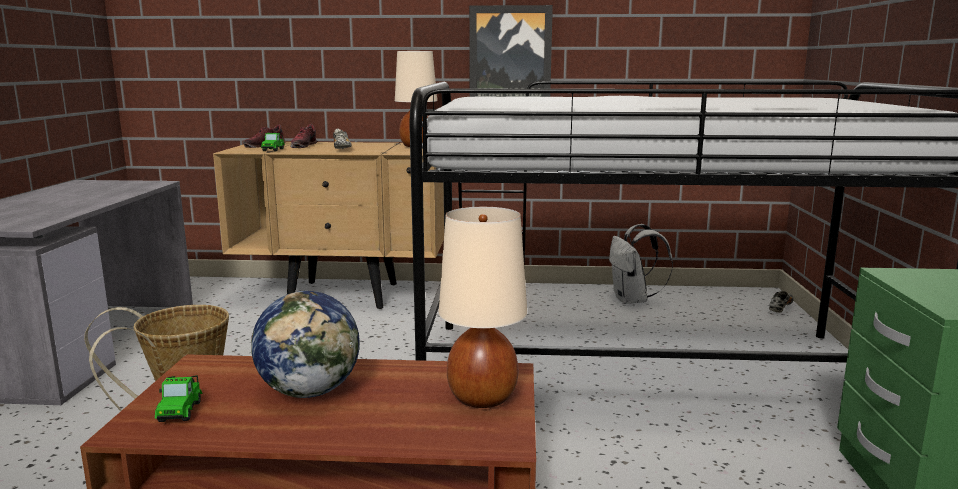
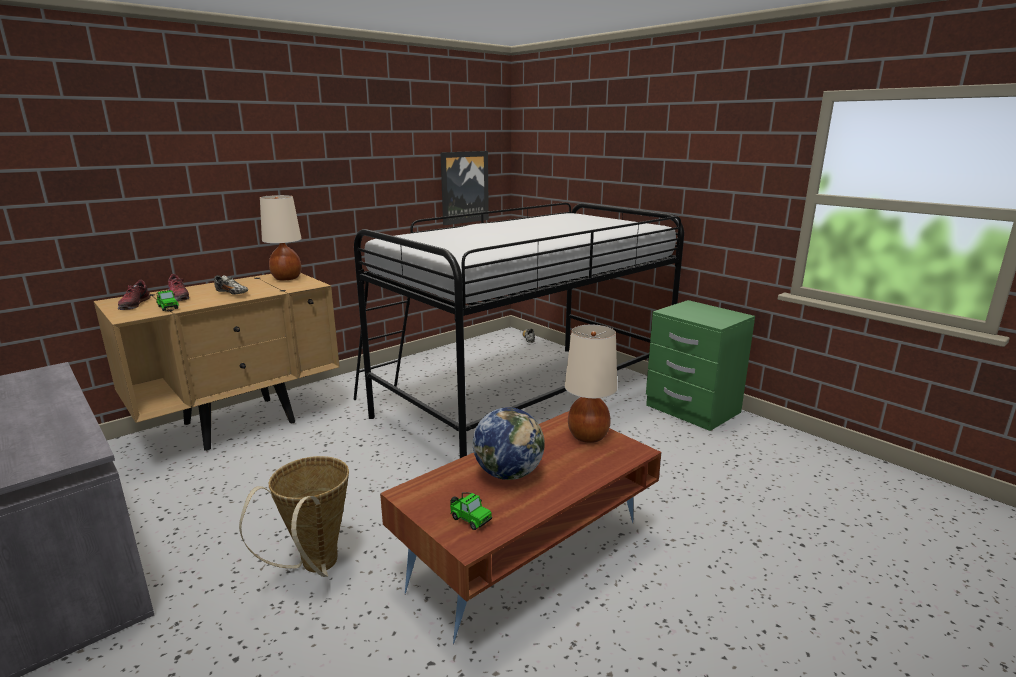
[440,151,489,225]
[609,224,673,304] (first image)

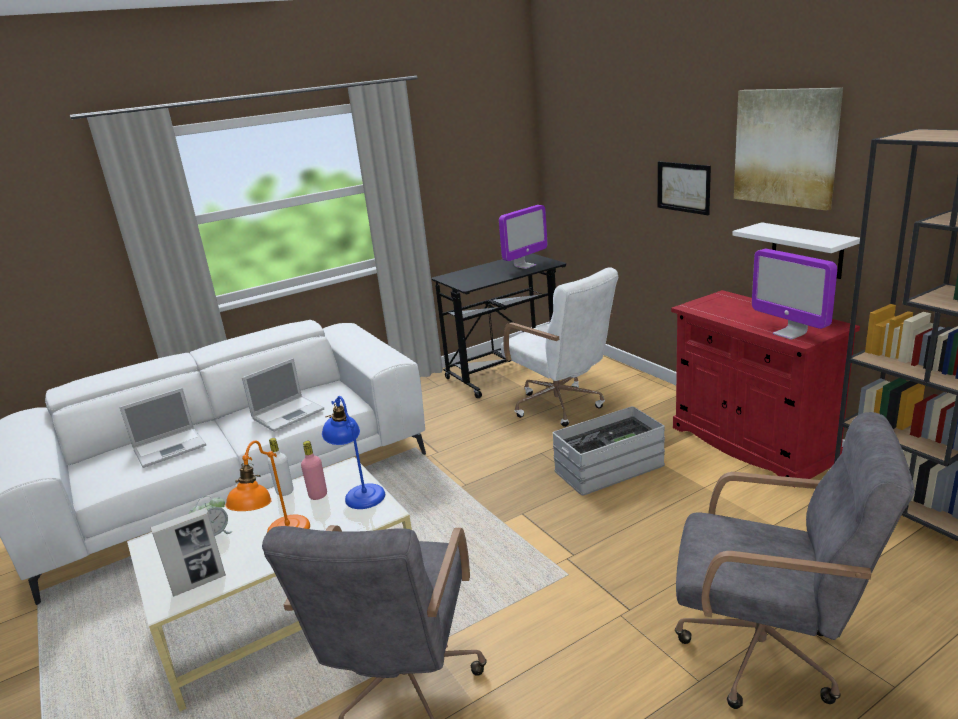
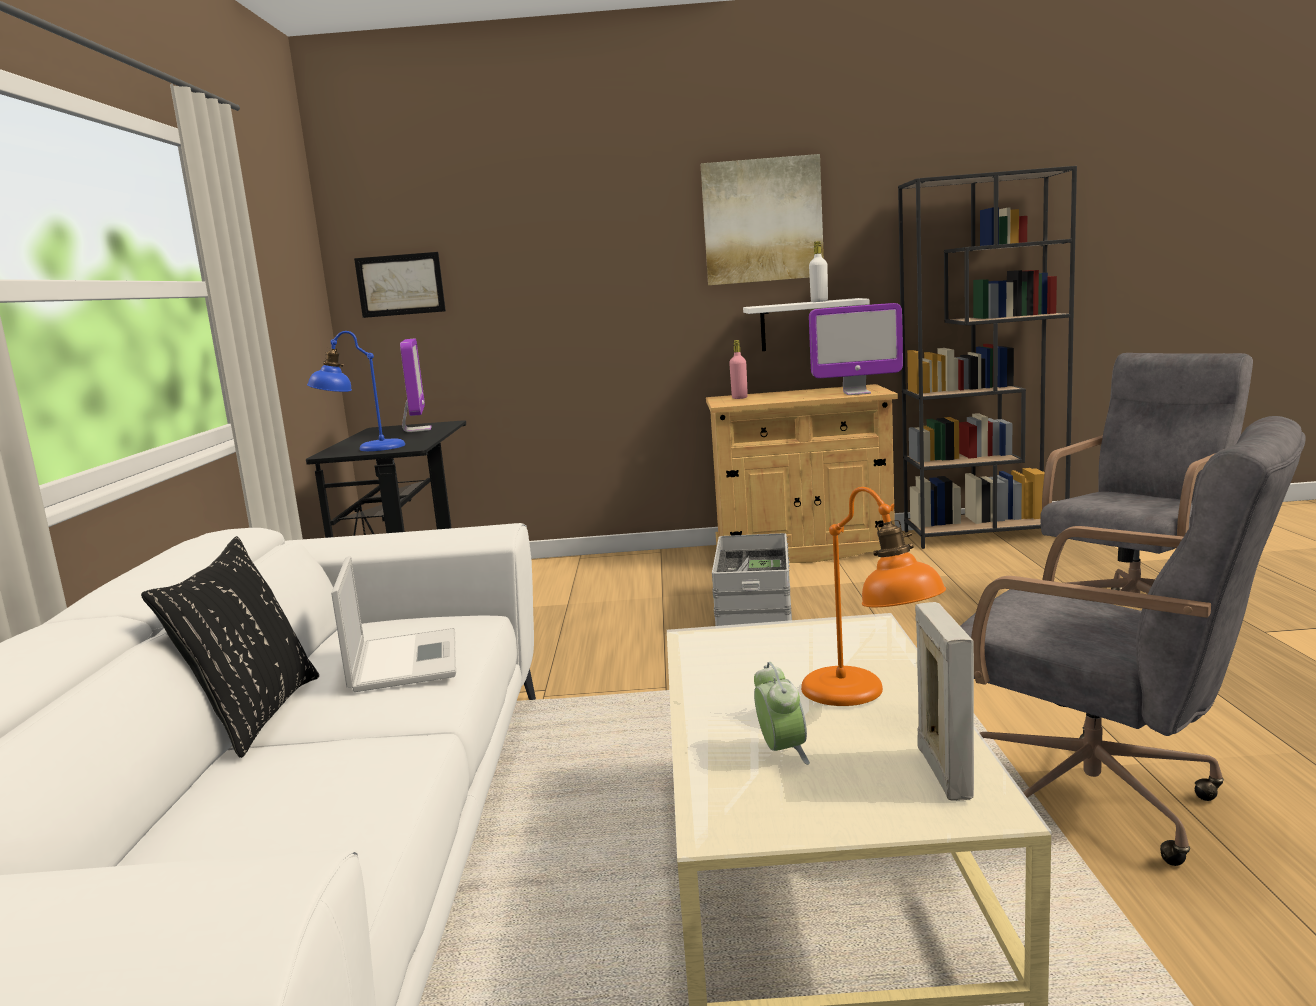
[354,252,446,318]
[501,267,618,427] (first image)
[706,384,898,563]
[119,388,206,468] (first image)
[307,331,405,451]
[809,241,828,302]
[729,340,748,399]
[141,536,319,758]

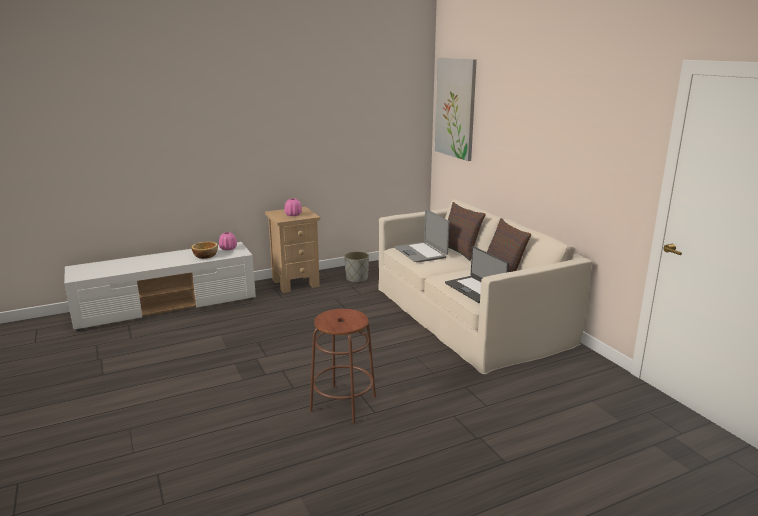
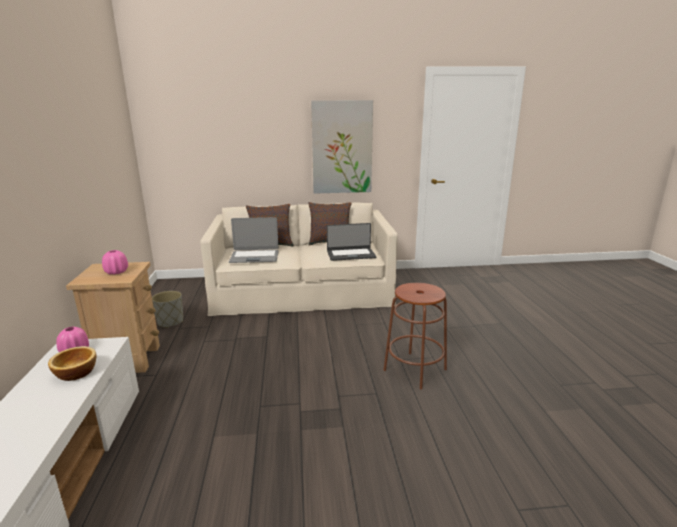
[311,100,373,194]

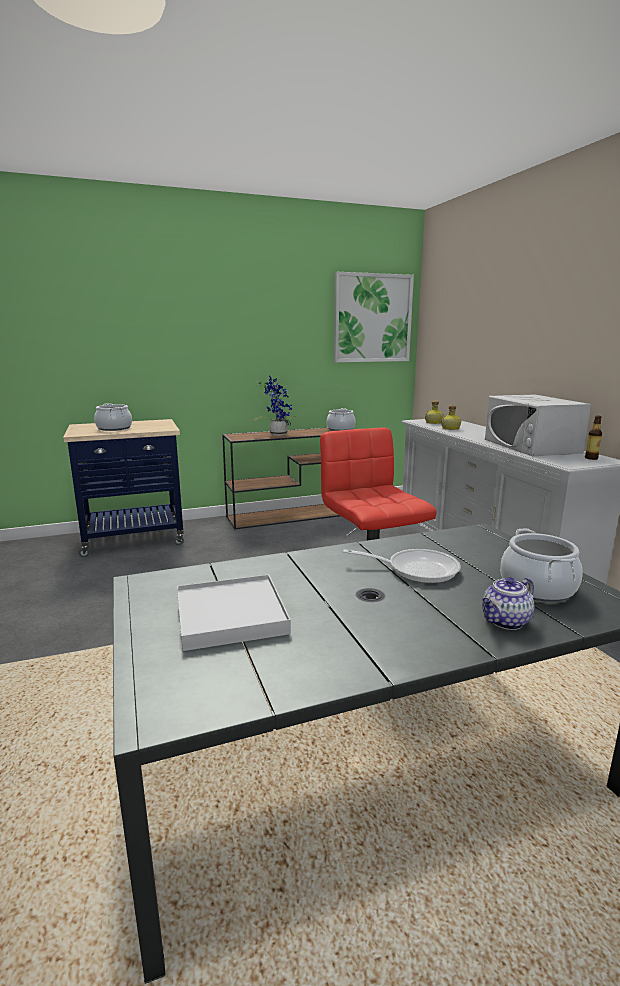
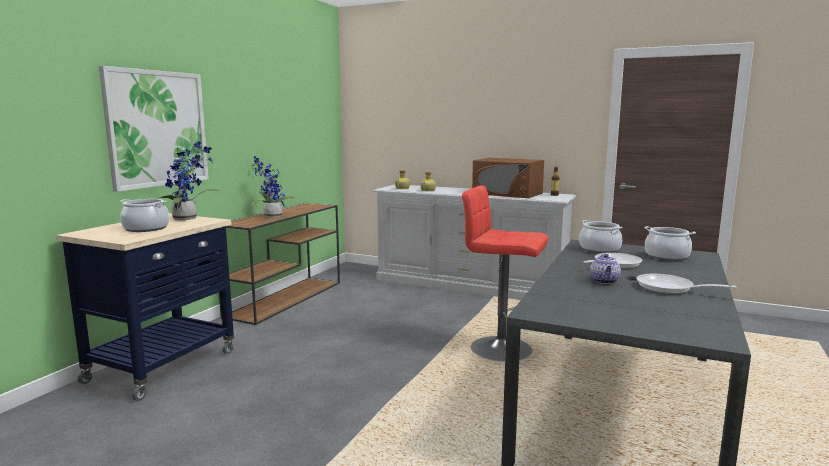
[99,66,209,192]
[472,158,544,198]
[579,220,623,253]
[177,574,291,651] (first image)
[590,254,621,284]
[160,141,220,221]
[637,274,737,294]

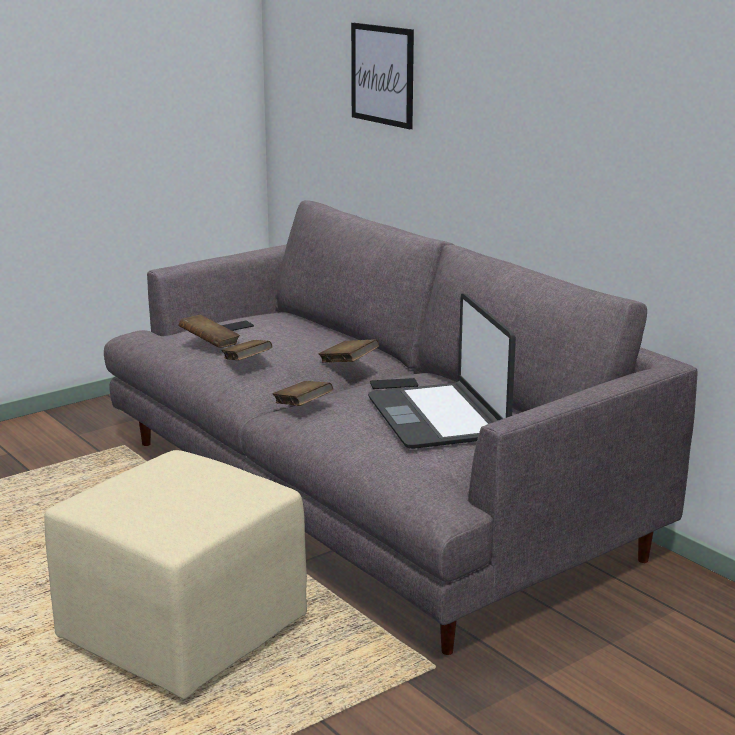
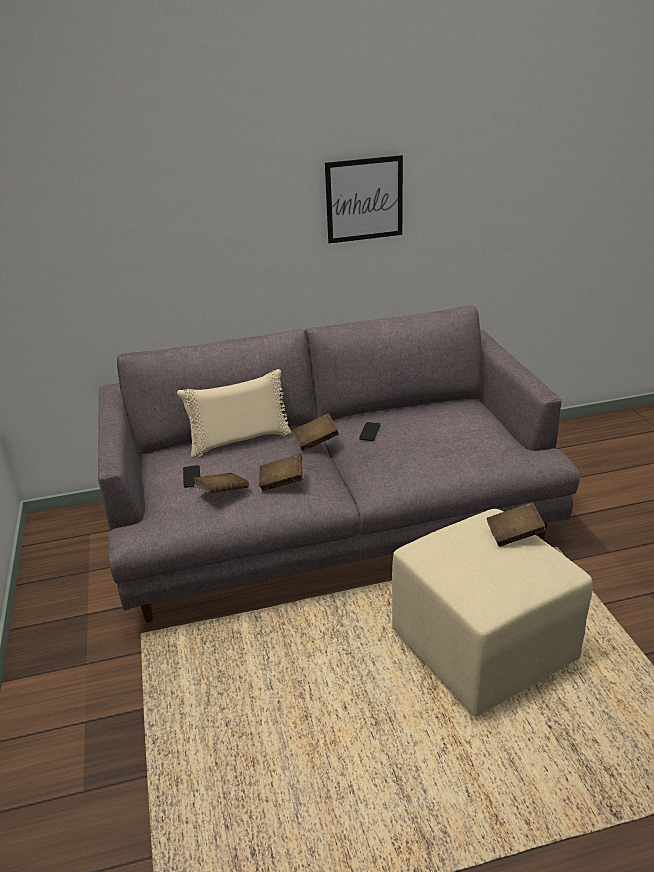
[325,155,403,243]
[368,293,516,449] (first image)
[487,502,546,547]
[177,369,292,458]

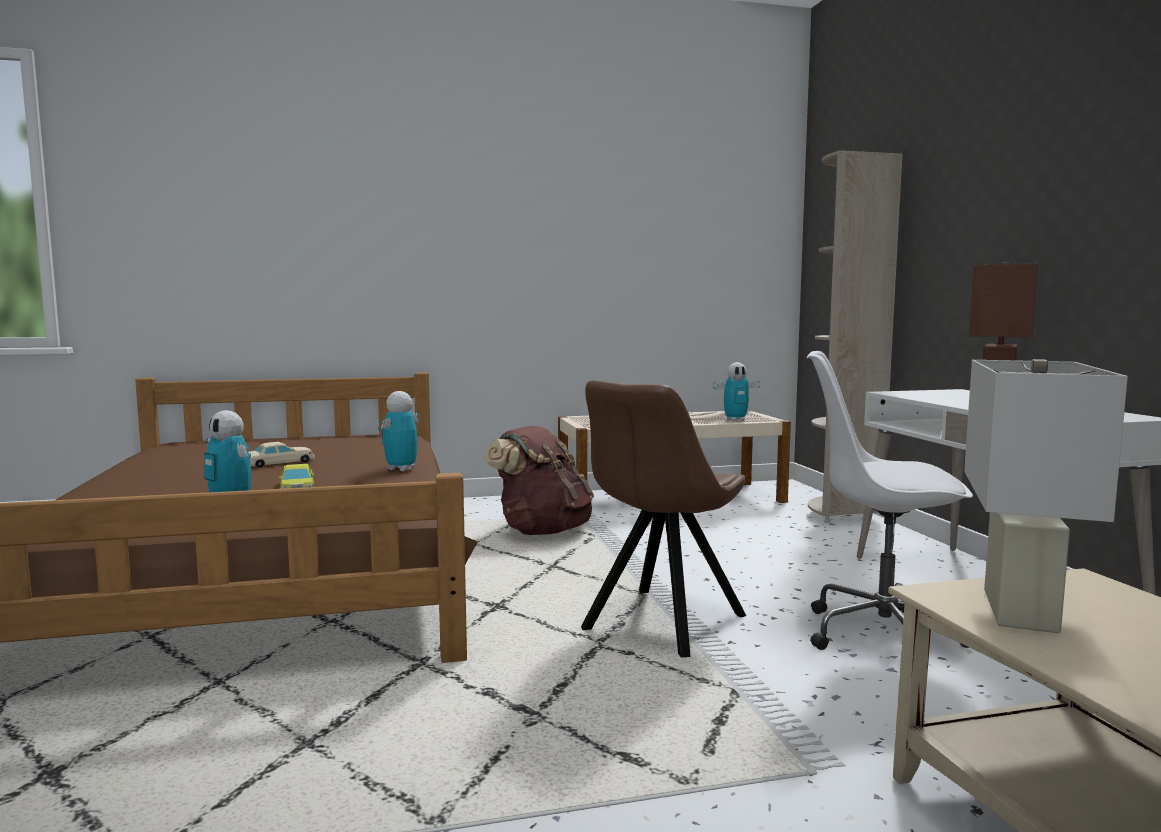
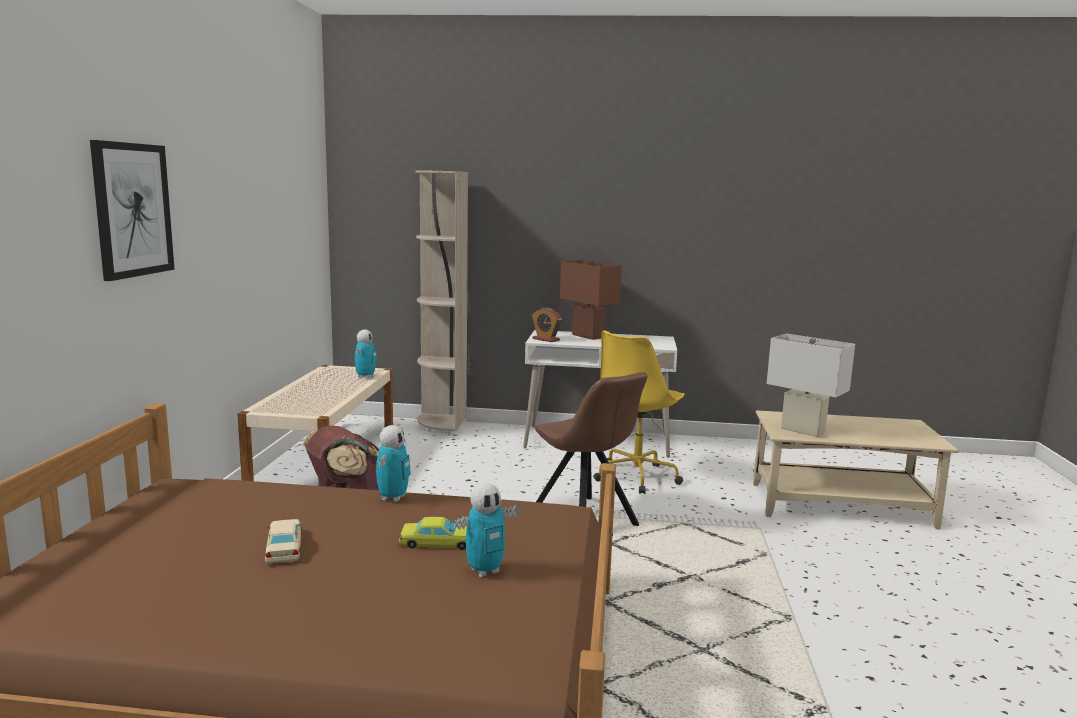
[593,331,685,494]
[376,425,411,502]
[90,140,175,281]
[532,307,562,342]

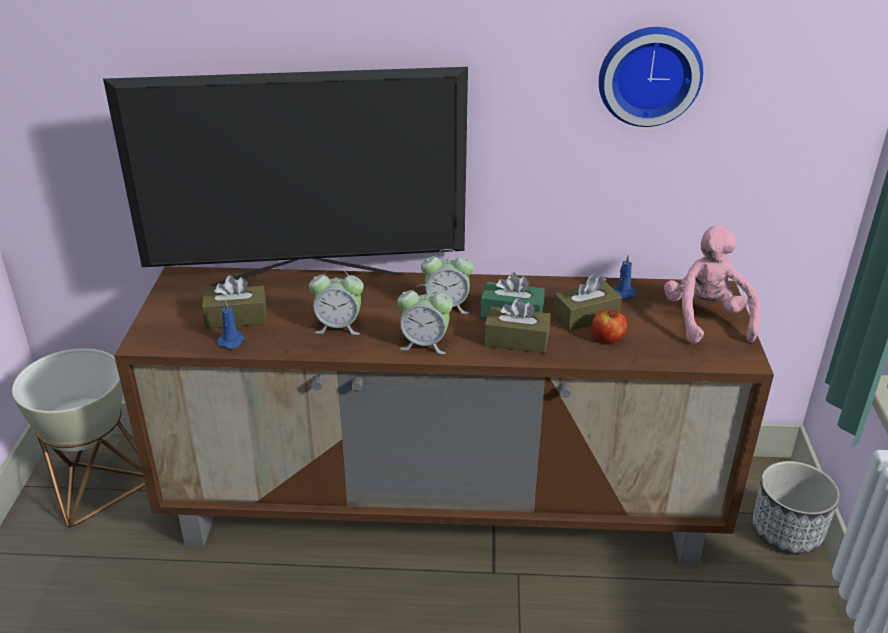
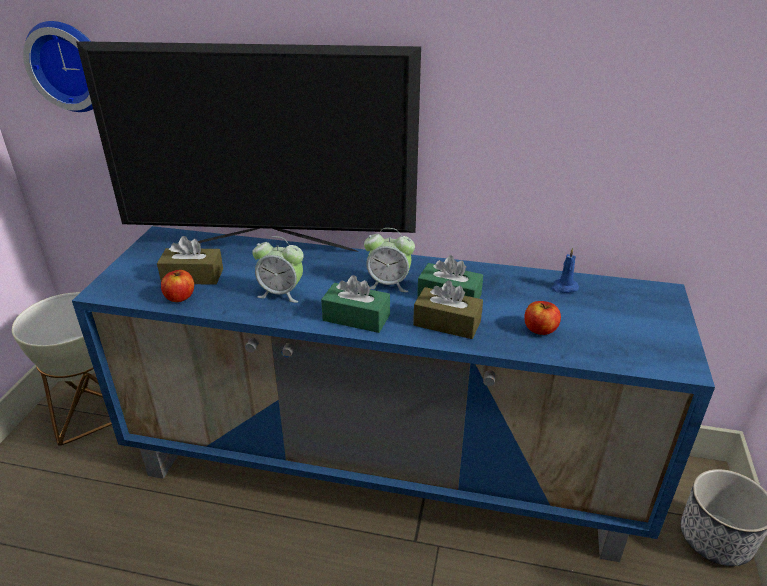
[23,21,93,112]
[664,225,761,344] (first image)
[72,226,715,562]
[553,275,622,331] (first image)
[321,275,390,333]
[161,270,194,302]

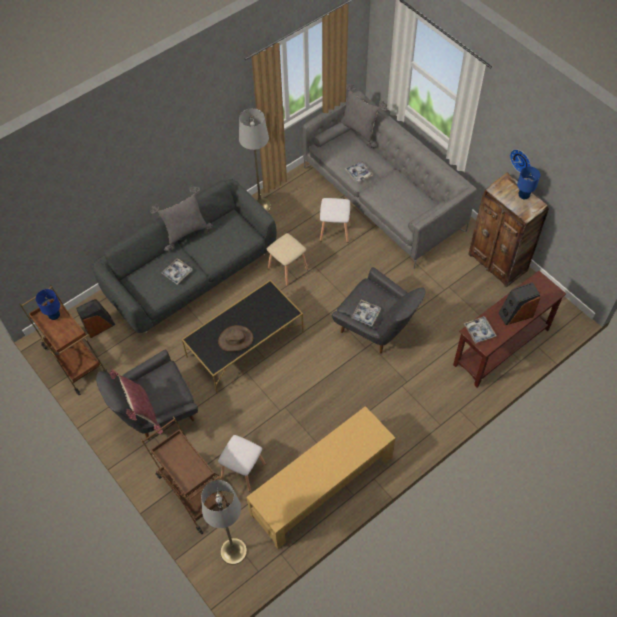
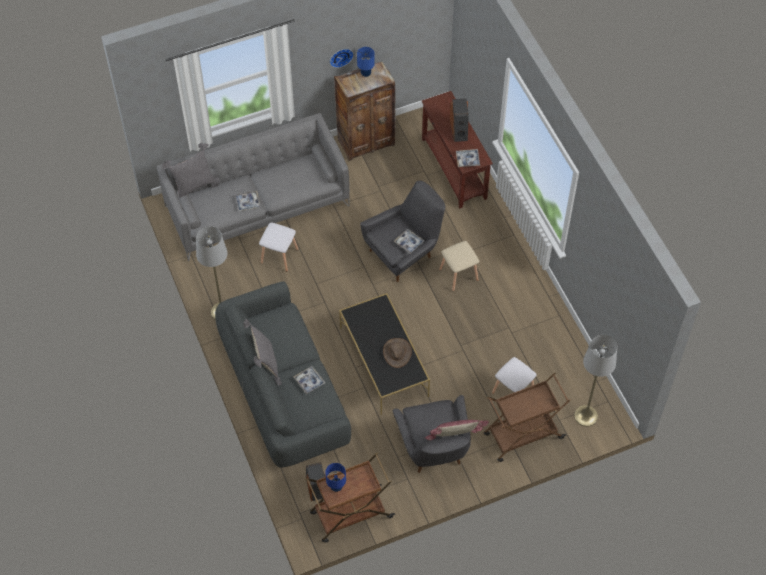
[439,241,479,291]
[246,406,396,549] (first image)

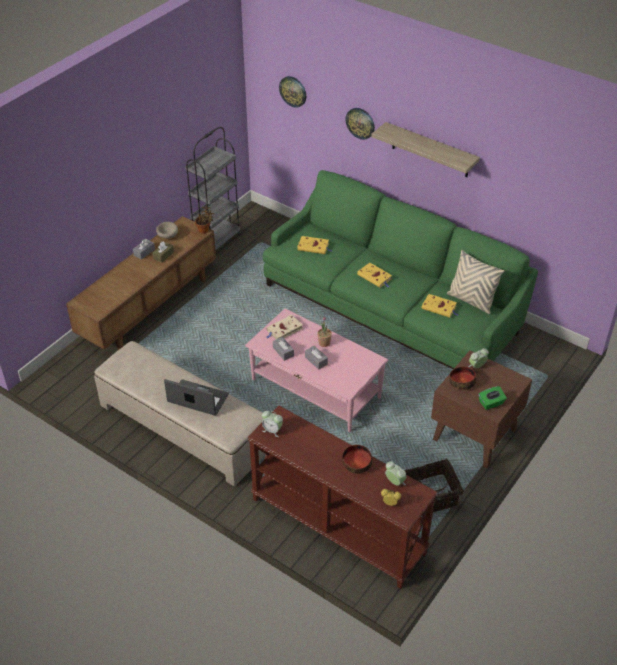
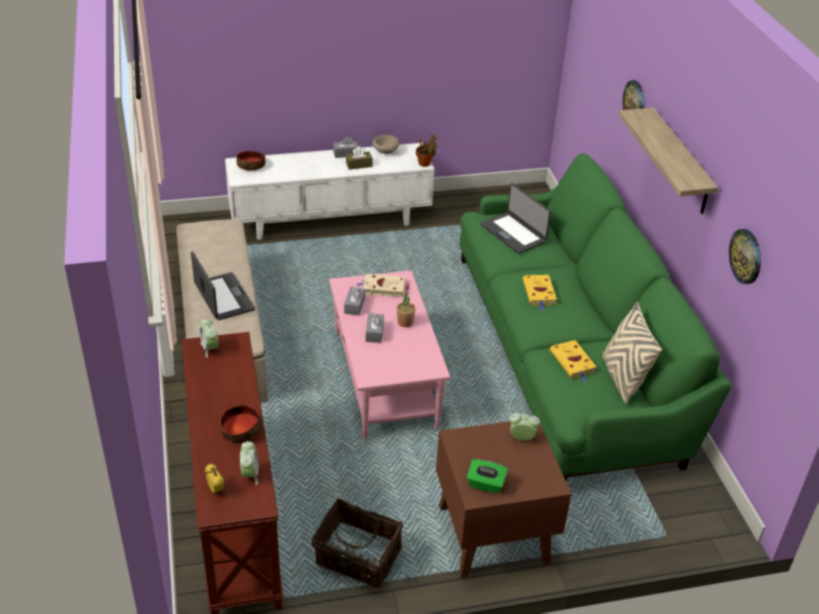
[729,229,761,284]
[185,127,243,250] (first image)
[225,143,435,240]
[481,183,551,254]
[237,151,265,170]

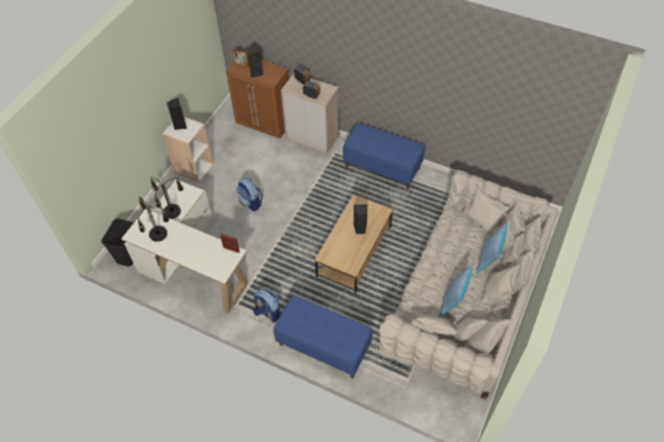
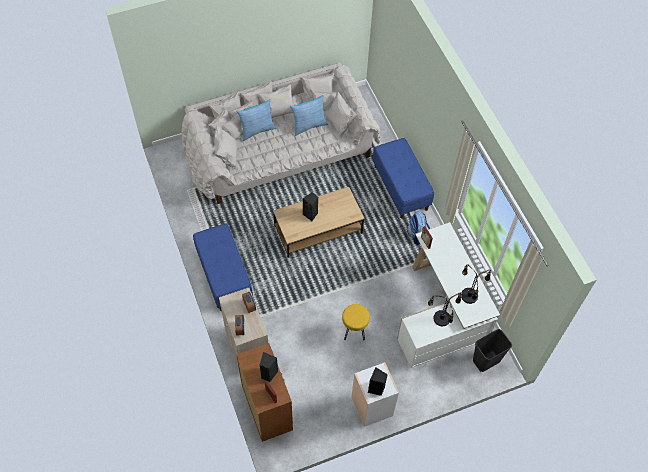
[342,304,370,341]

